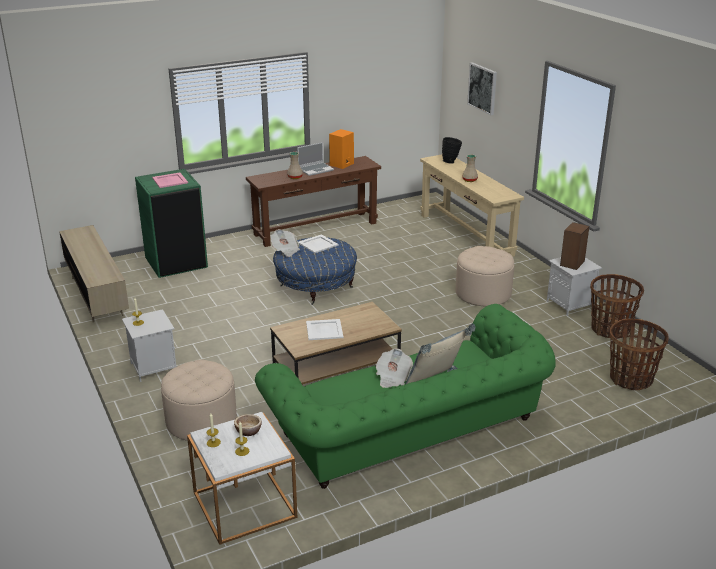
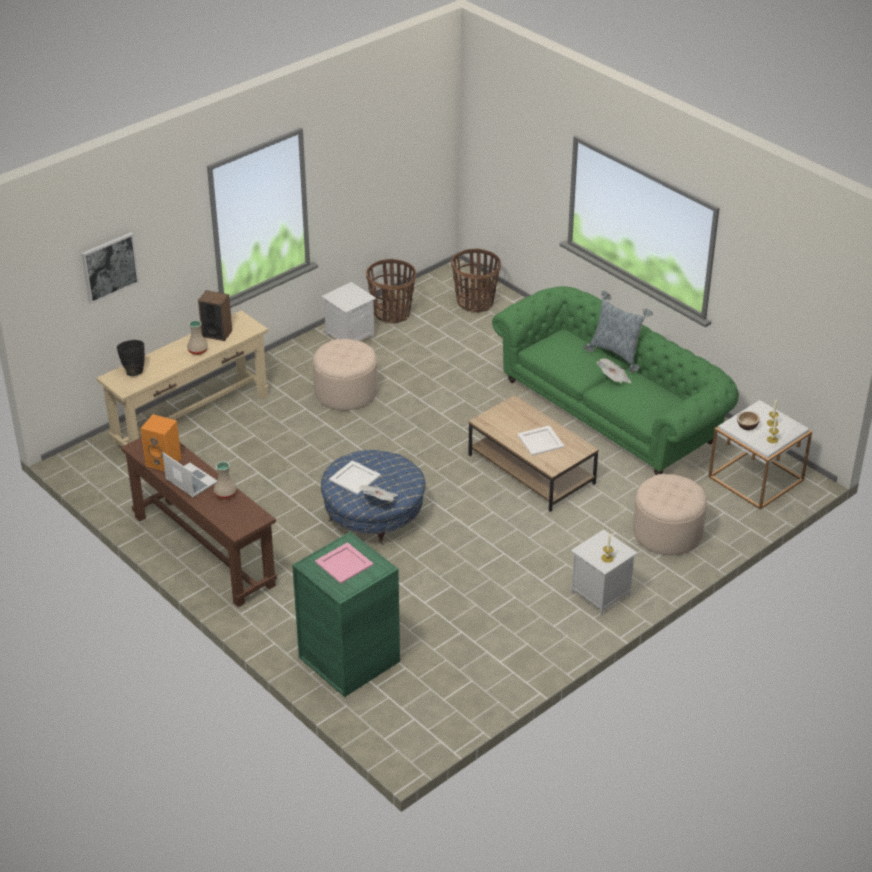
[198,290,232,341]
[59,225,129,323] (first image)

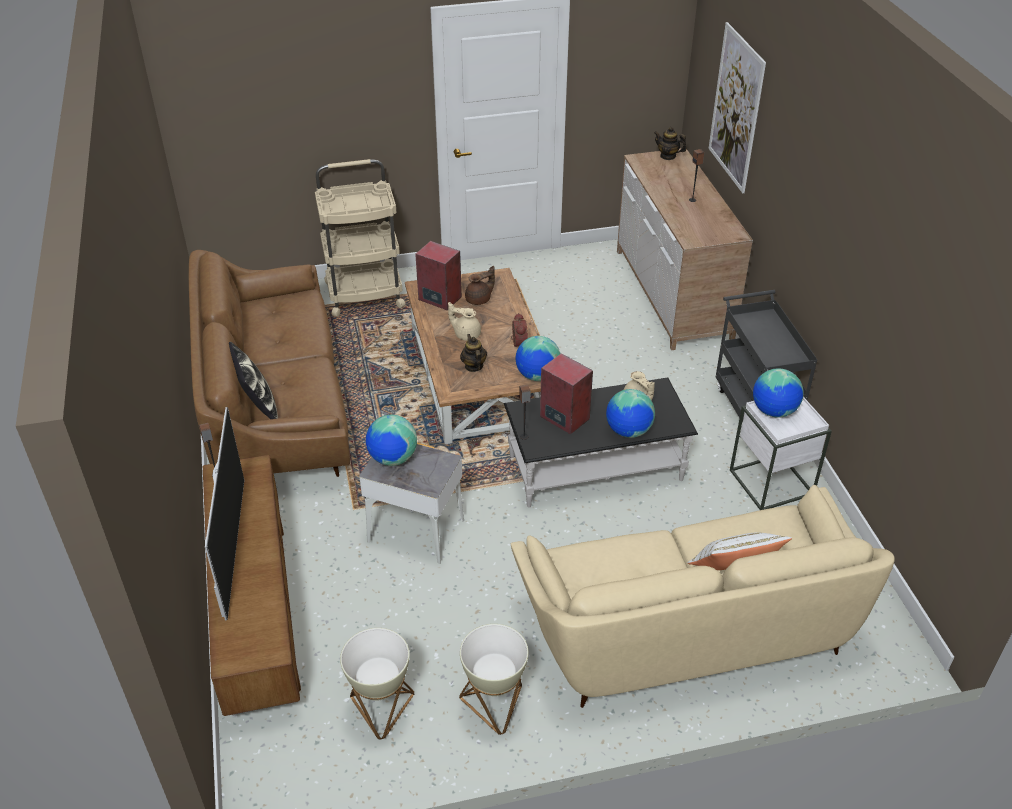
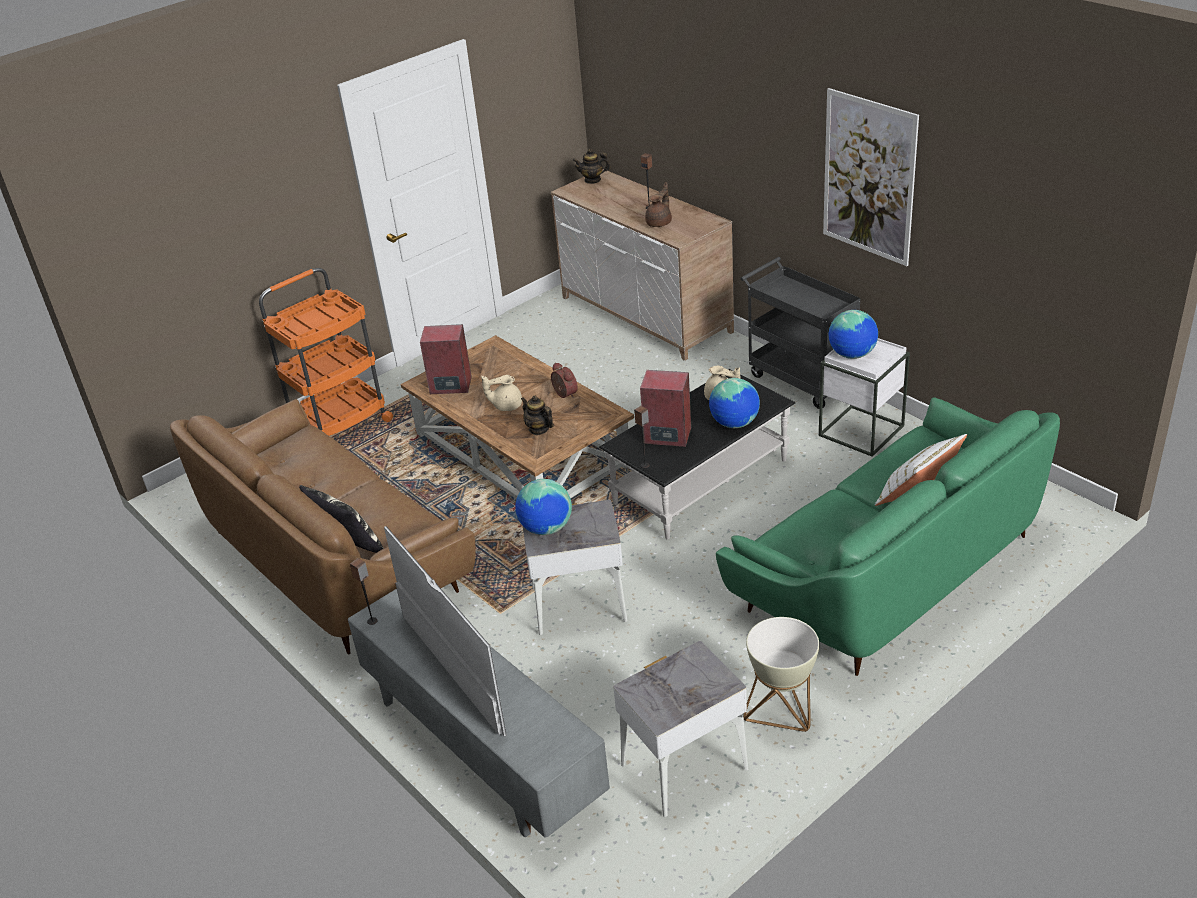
[823,88,919,266]
[259,268,393,436]
[645,182,672,227]
[515,336,560,381] (first image)
[348,589,610,837]
[716,397,1060,676]
[613,641,748,817]

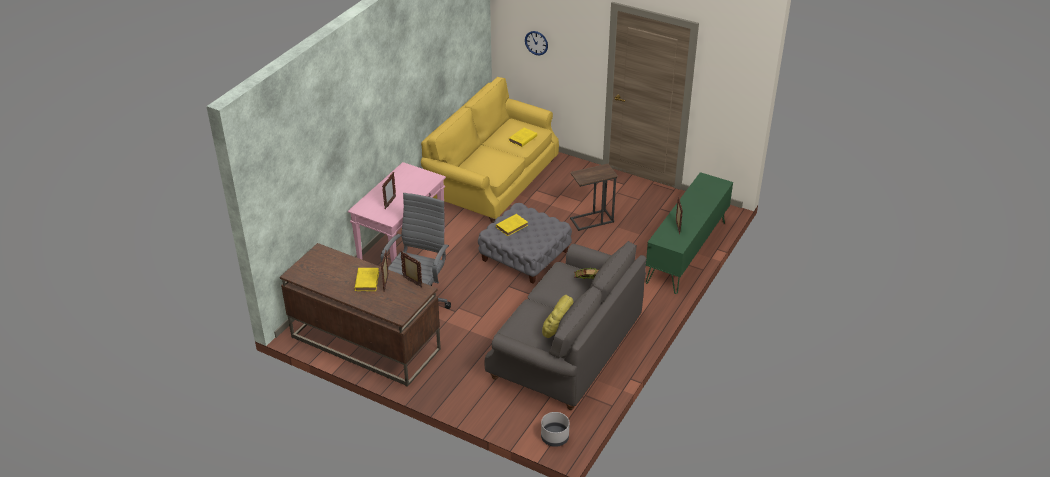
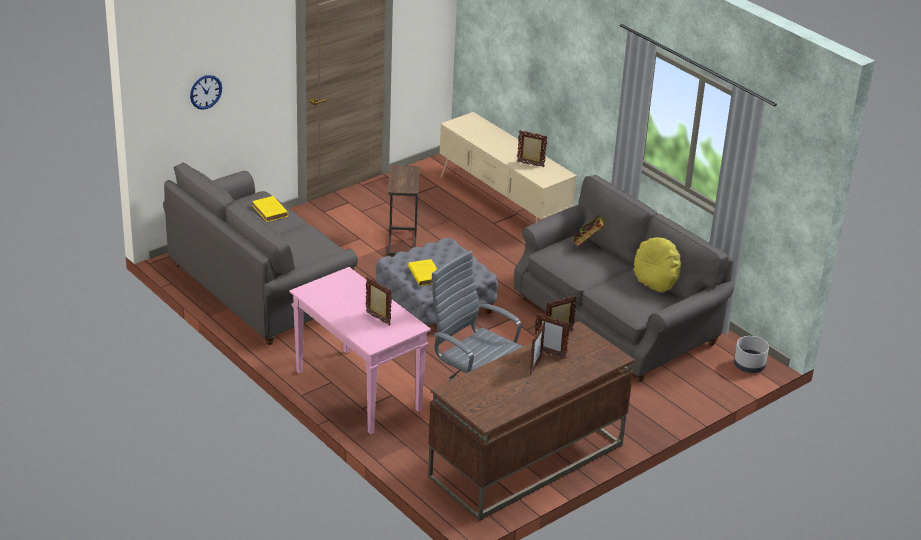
[163,162,358,345]
[440,112,577,222]
[530,321,545,375]

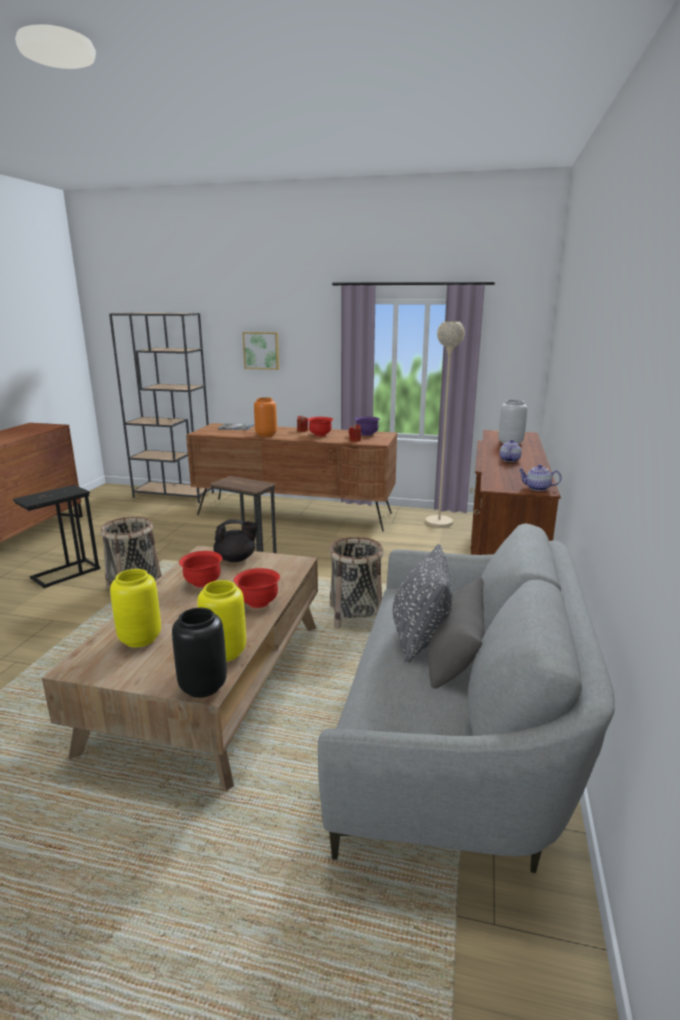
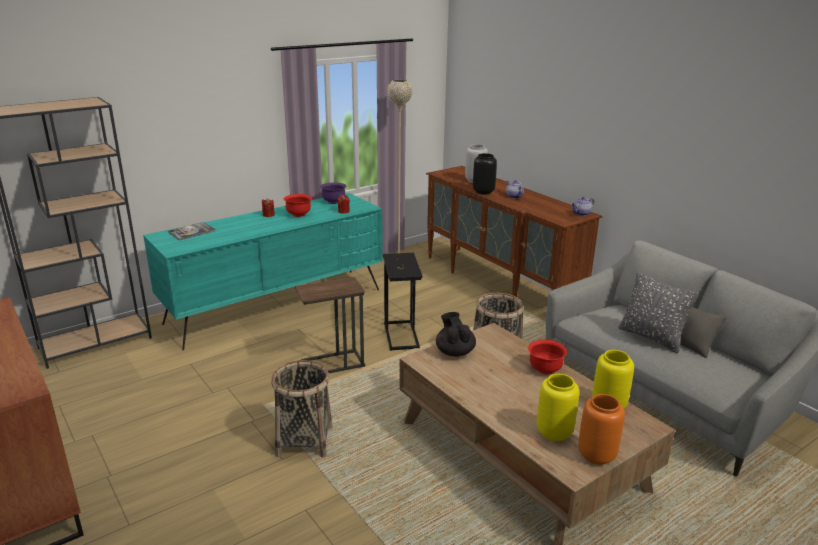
[242,332,279,370] (first image)
[578,394,625,465]
[143,193,383,350]
[383,253,423,351]
[436,312,476,357]
[179,551,222,588] (first image)
[473,153,497,195]

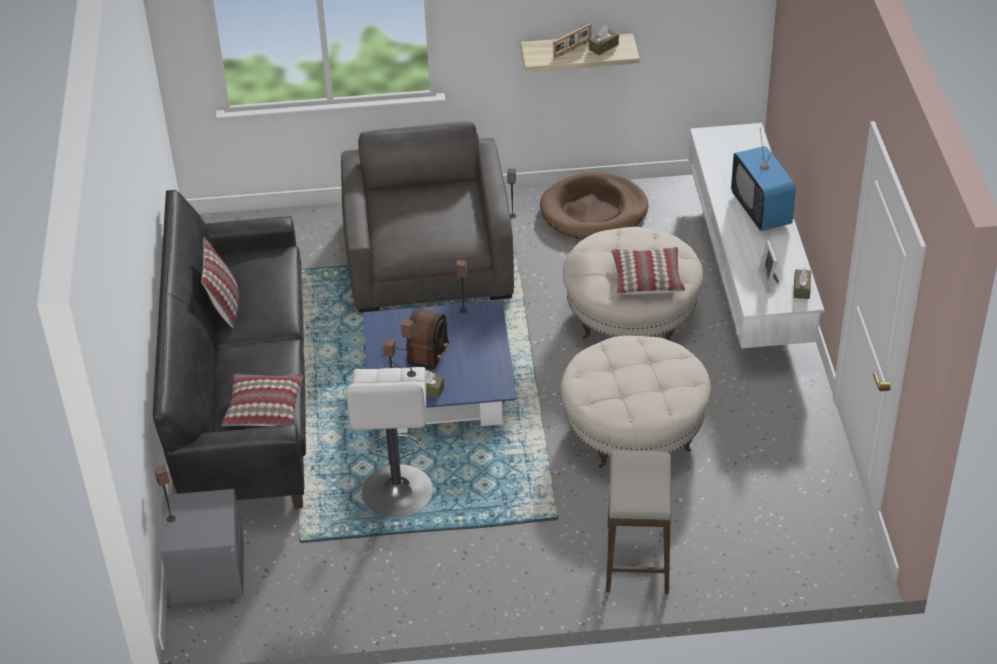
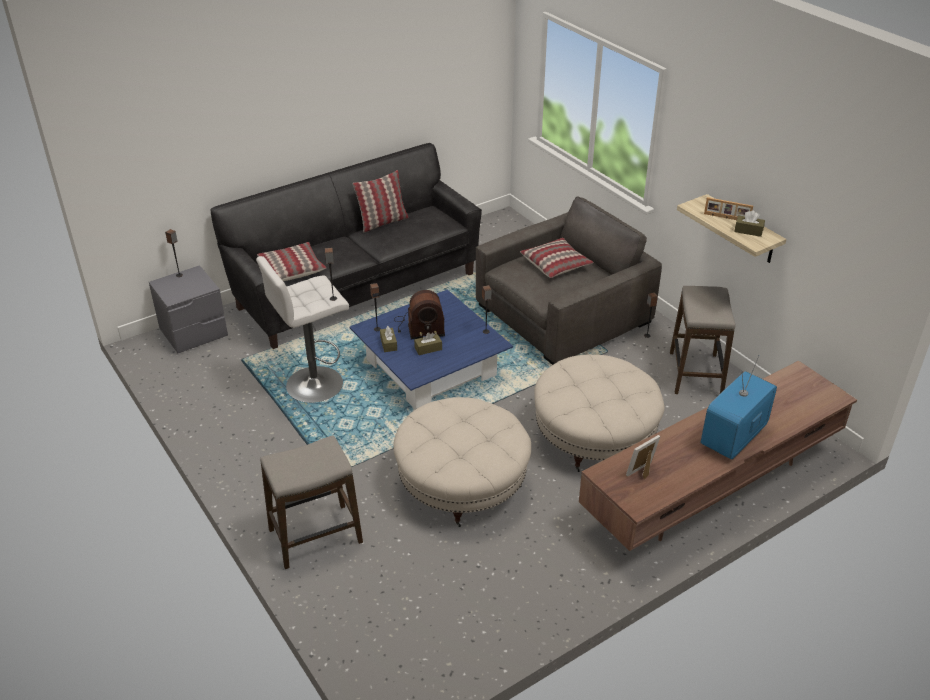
[579,361,857,551]
[670,286,736,394]
[520,238,593,278]
[414,332,442,355]

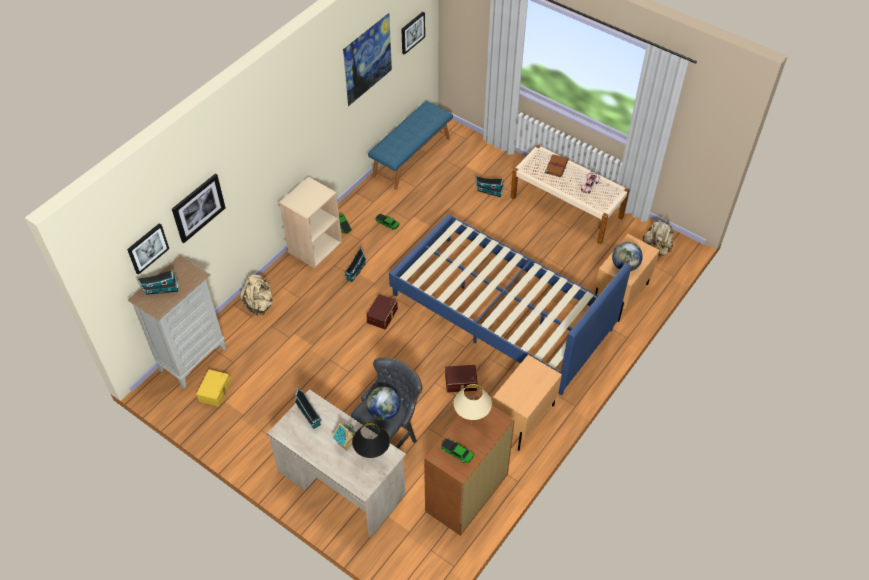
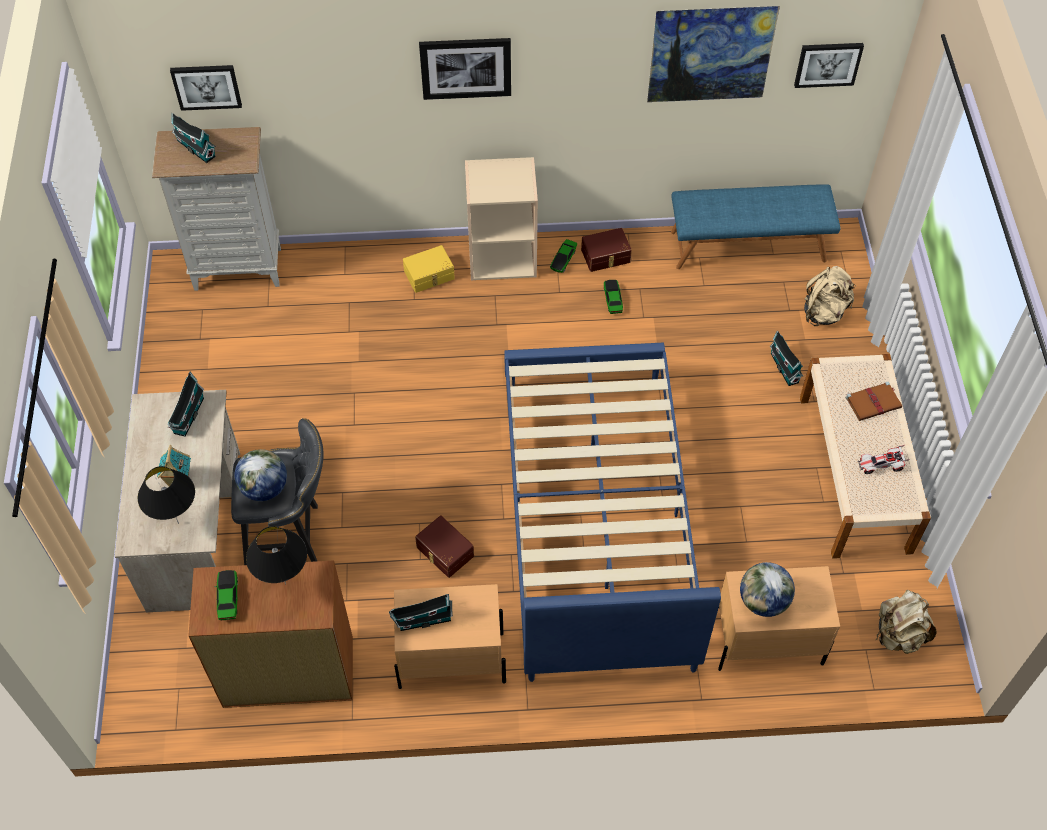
[419,38,511,100]
[389,594,453,631]
[804,266,856,326]
[581,228,632,272]
[403,245,455,293]
[246,526,307,585]

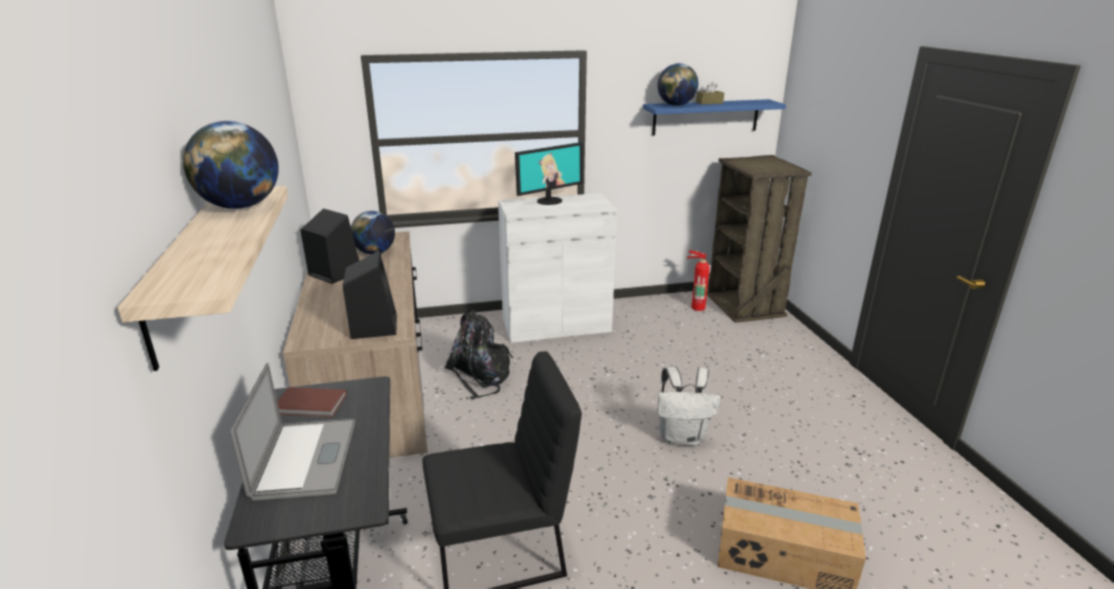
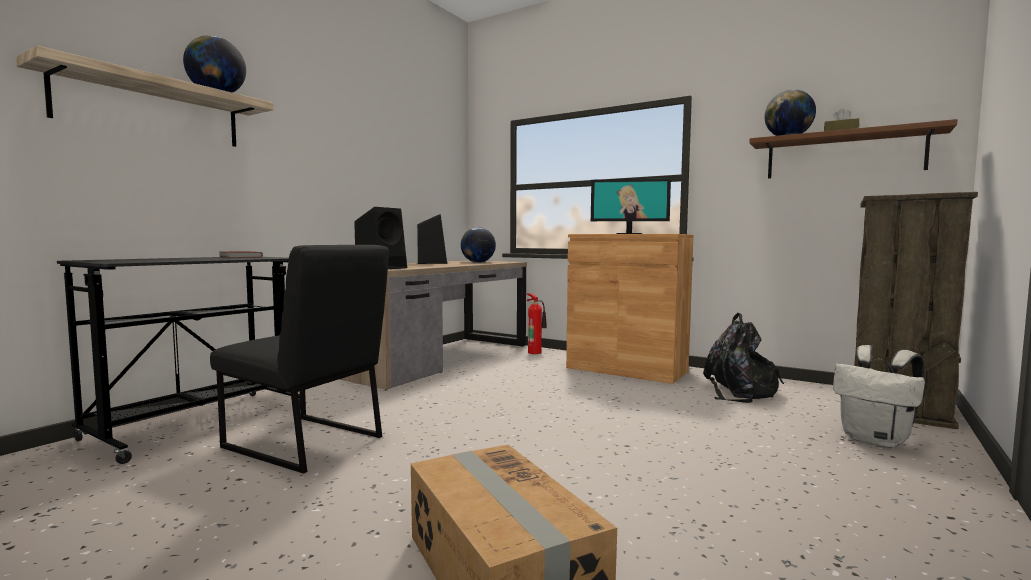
[749,119,957,179]
[566,234,693,384]
[527,293,547,354]
[703,313,784,403]
[230,363,355,501] (first image)
[833,345,925,448]

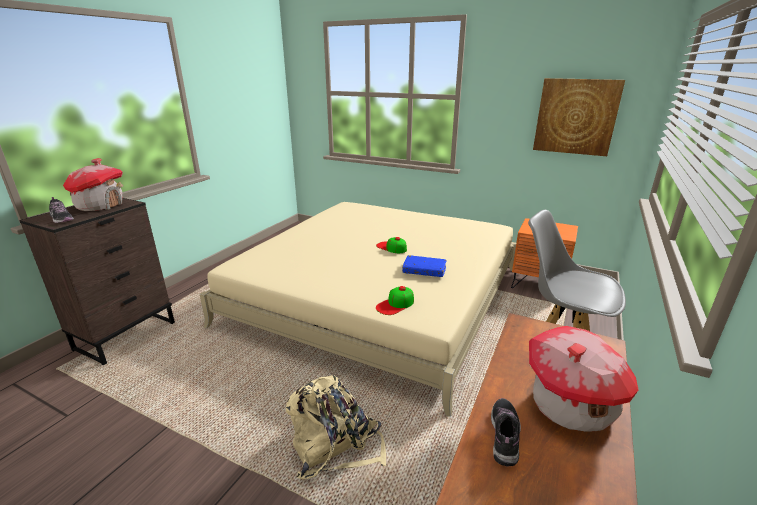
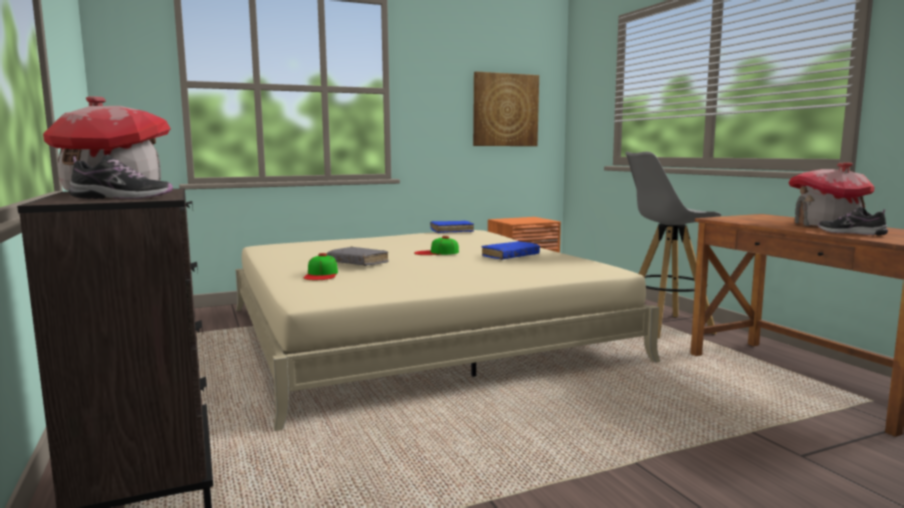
[304,253,338,280]
[286,375,386,479] (first image)
[430,221,474,233]
[327,247,389,266]

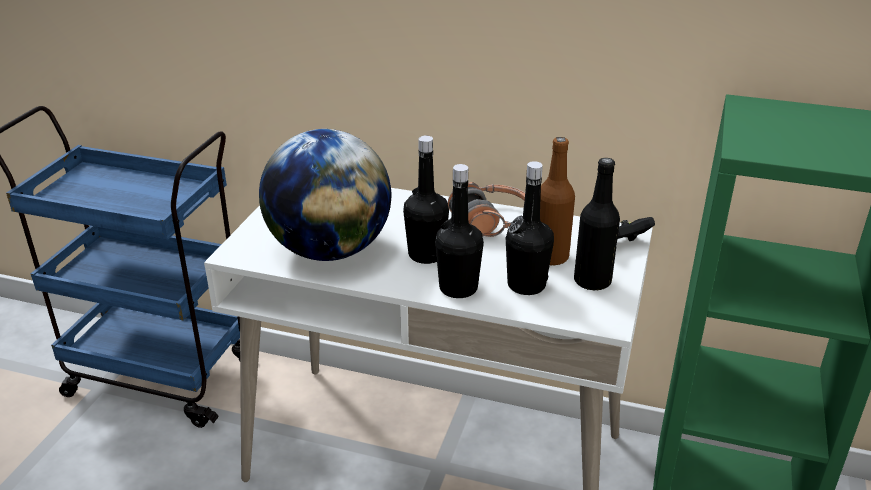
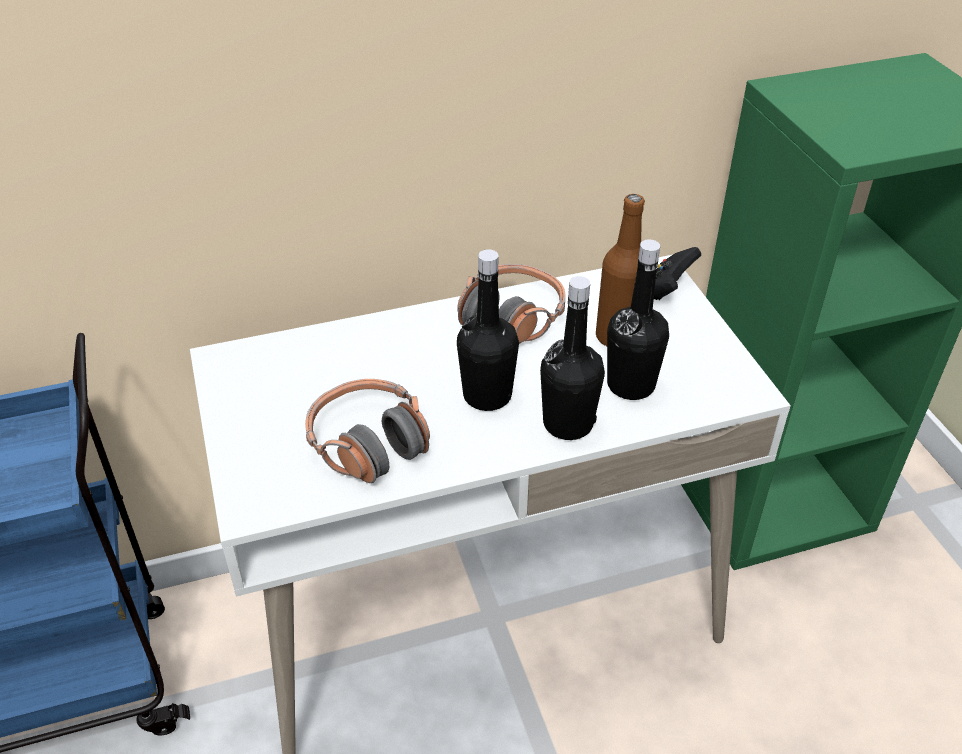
[305,379,430,483]
[574,158,620,291] (first image)

